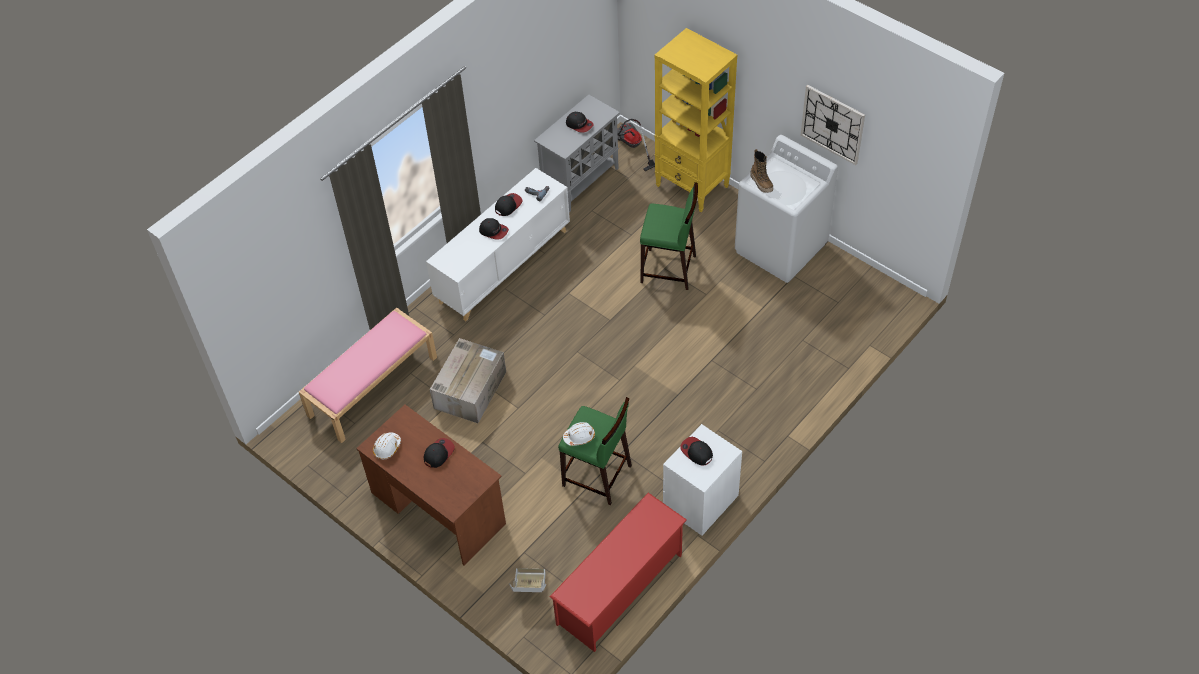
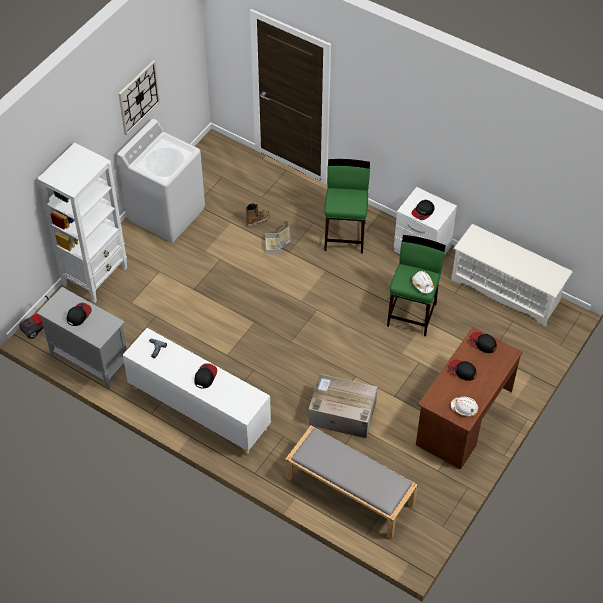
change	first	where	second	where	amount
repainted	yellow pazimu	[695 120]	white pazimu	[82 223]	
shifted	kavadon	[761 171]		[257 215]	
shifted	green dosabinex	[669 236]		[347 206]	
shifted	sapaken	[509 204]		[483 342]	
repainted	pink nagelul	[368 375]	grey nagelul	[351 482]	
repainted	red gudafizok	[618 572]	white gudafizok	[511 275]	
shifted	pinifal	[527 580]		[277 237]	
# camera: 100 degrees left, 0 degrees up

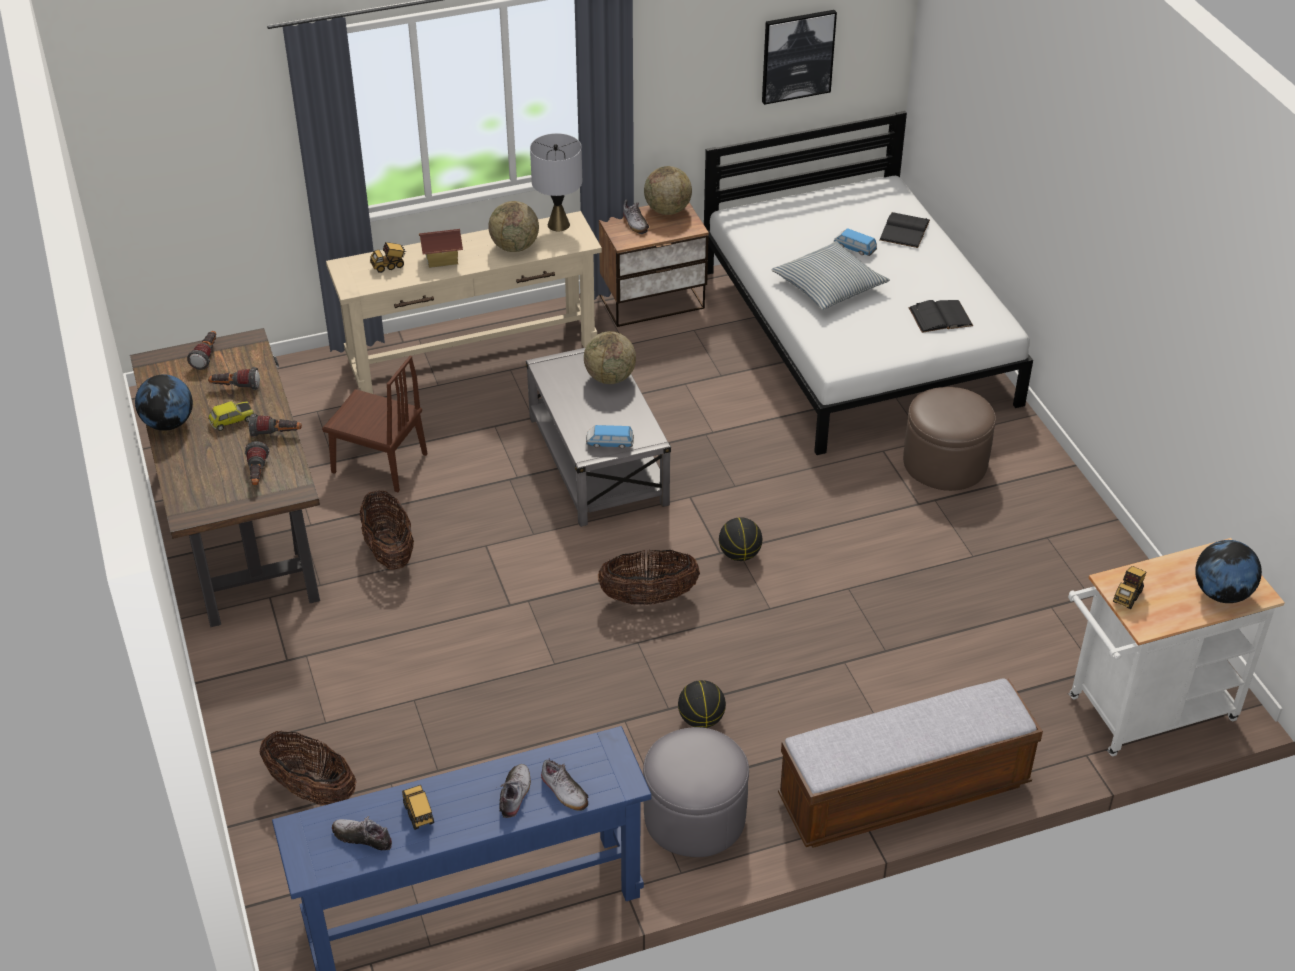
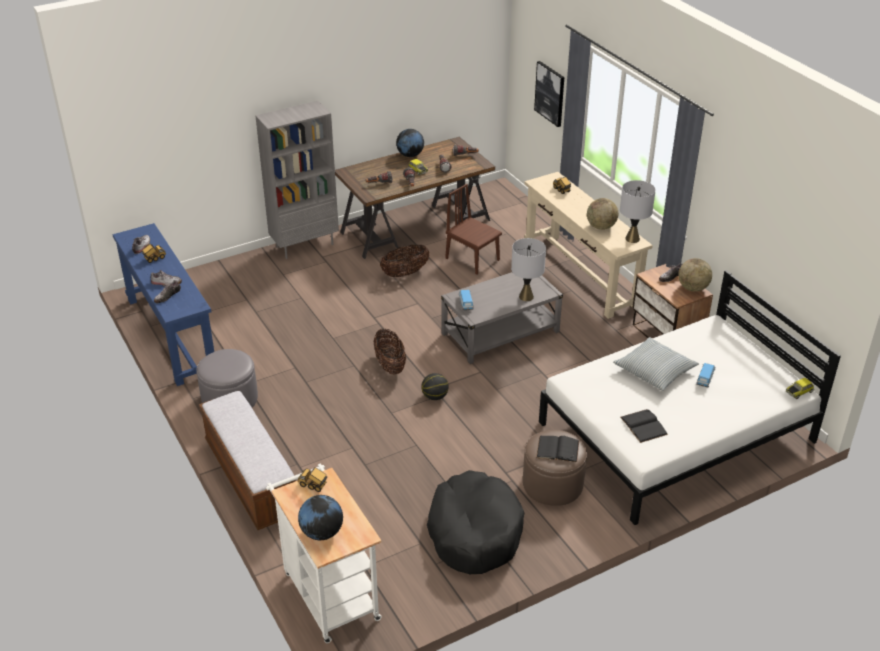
change	first	where	second	where	amount
shifted	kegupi	[799 57]		[549 94]	
shifted	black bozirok	[904 230]		[557 449]	
gone	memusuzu	[441 248]			
swapped	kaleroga	[610 357]	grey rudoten	[528 269]	
rotated	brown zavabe	[375 424]		[473 229]	120 degrees clockwise
gone	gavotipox	[702 704]			
gone	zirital	[308 768]			
new			grey pazimu	[297 180]	
new			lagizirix	[800 388]	
new			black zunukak	[475 522]	
# camera: 80 degrees right, 5 degrees down

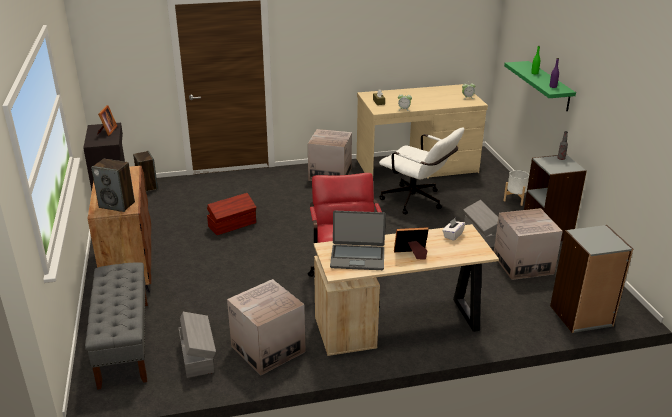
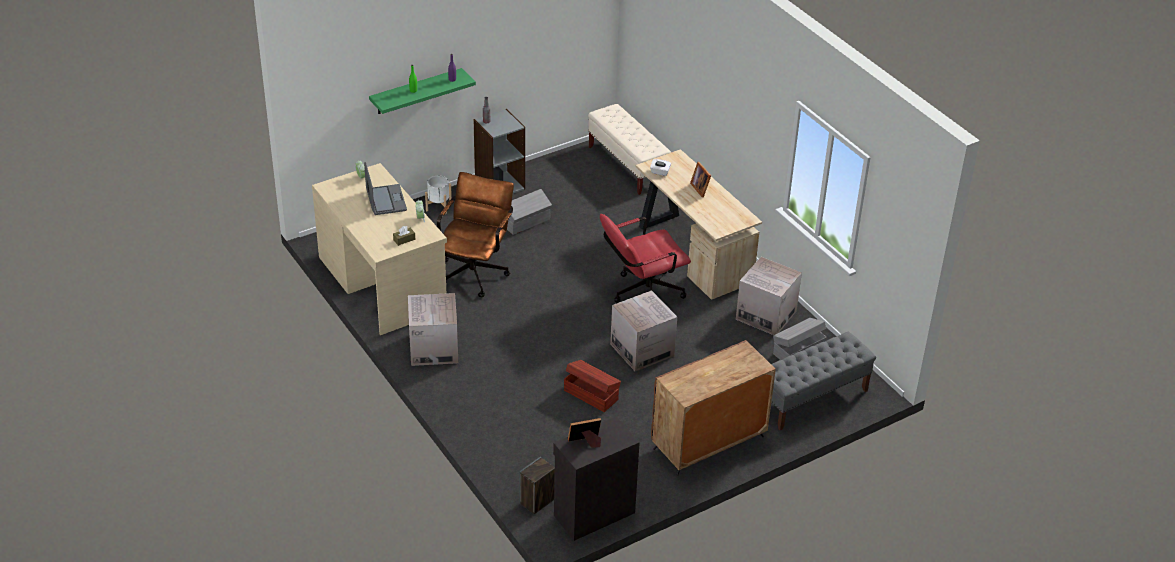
change	first	where	second	where	amount
repainted	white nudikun	[421 171]	brown nudikun	[475 234]	
gone	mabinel	[113 185]			
shifted	pinifal	[528 244]		[643 331]	
shifted	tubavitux	[358 240]		[385 188]	
swapped	grey pazimu	[591 279]	beige nagelul	[629 149]	
# camera: 110 degrees left, 10 degrees up

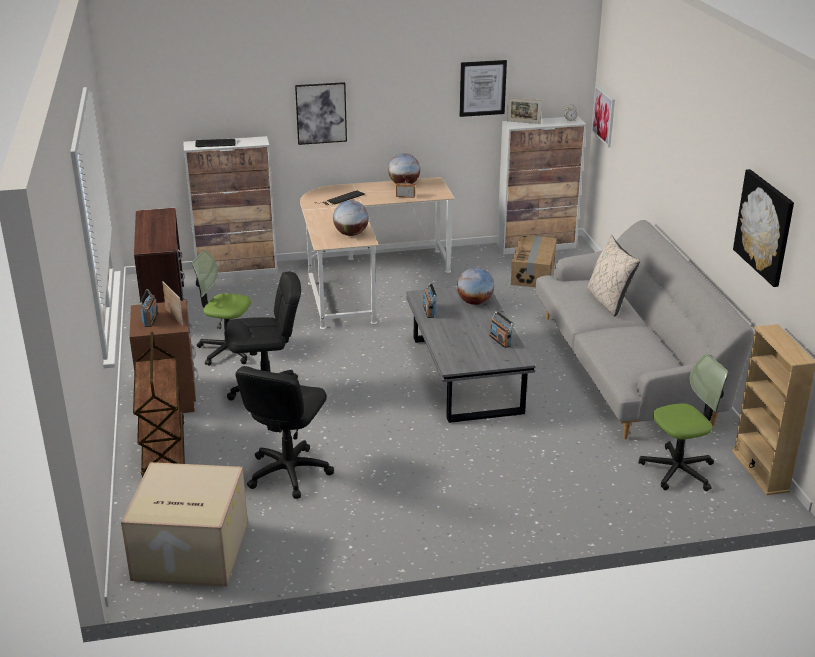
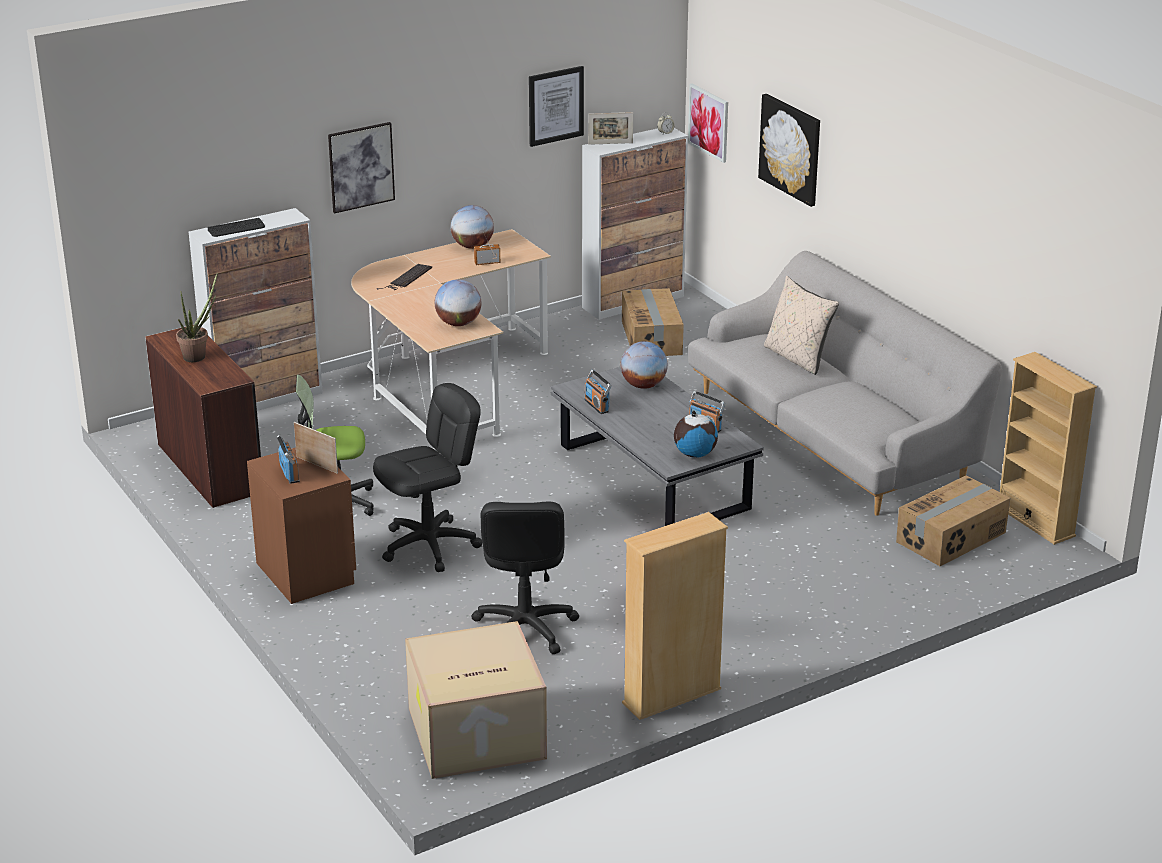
change	first	where	second	where	amount
shifted	kegupi	[763 228]		[789 150]	
gone	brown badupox	[159 405]			
swapped	nudikun	[683 422]	pinifal	[953 520]	
new			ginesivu	[196 318]	
new			kaleroga	[696 434]	
new			beige pazimu	[675 616]	
# camera: 20 degrees left, 0 degrees up

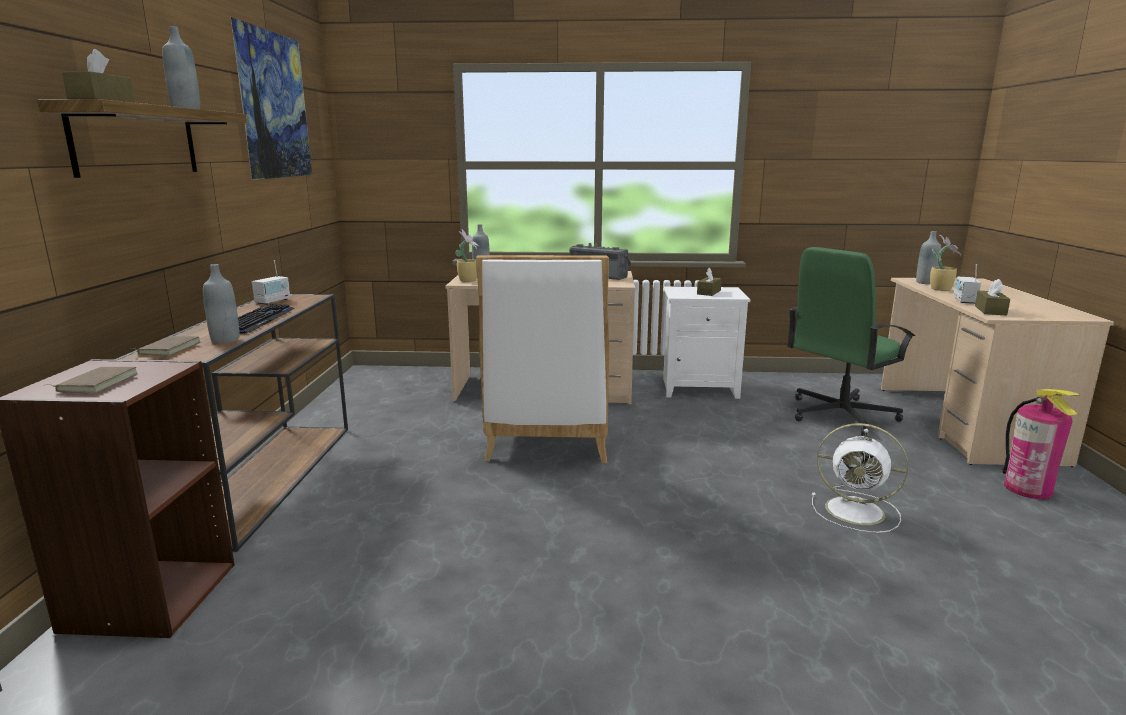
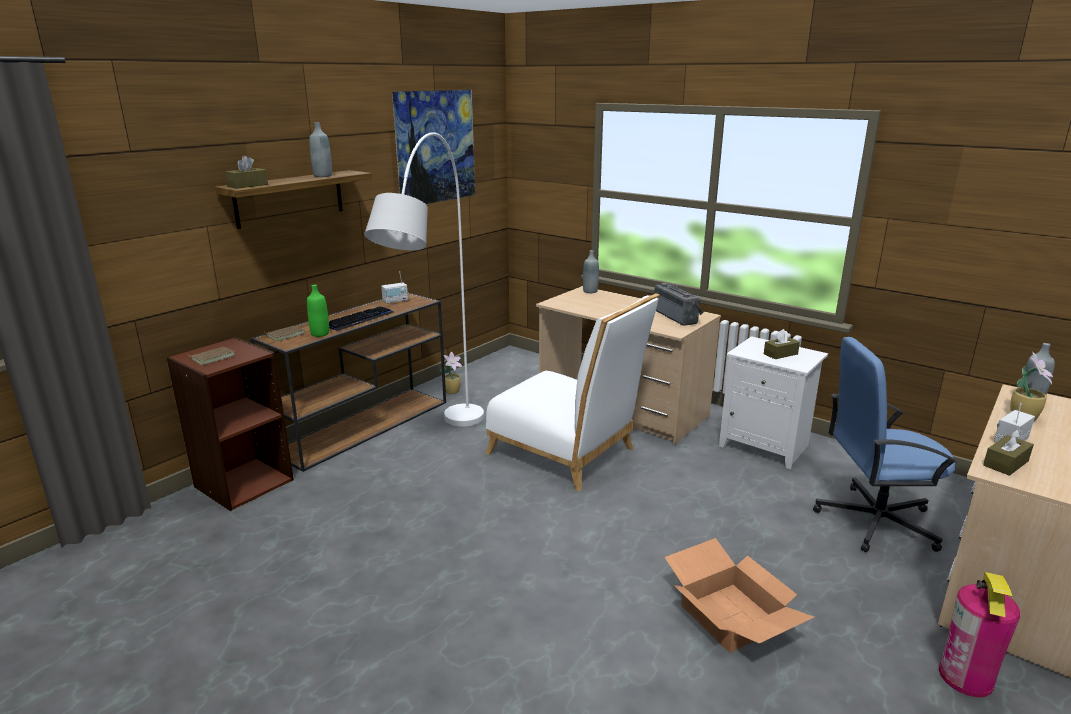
change	first	where	second	where	amount
shifted	ginesivu	[467 256]		[451 373]	
repainted	green nudikun	[851 341]	blue nudikun	[885 444]	
rotated	white zavabe	[542 359]		[572 392]	90 degrees counterclockwise
repainted	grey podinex	[221 303]	green podinex	[318 311]	
swapped	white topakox	[860 478]	pinifal	[739 595]	
new			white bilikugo	[424 279]	
# camera: 35 degrees right, 5 degrees up

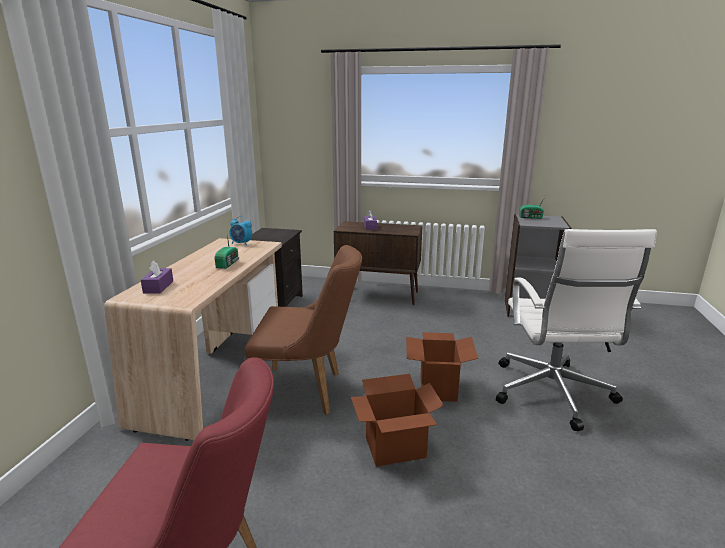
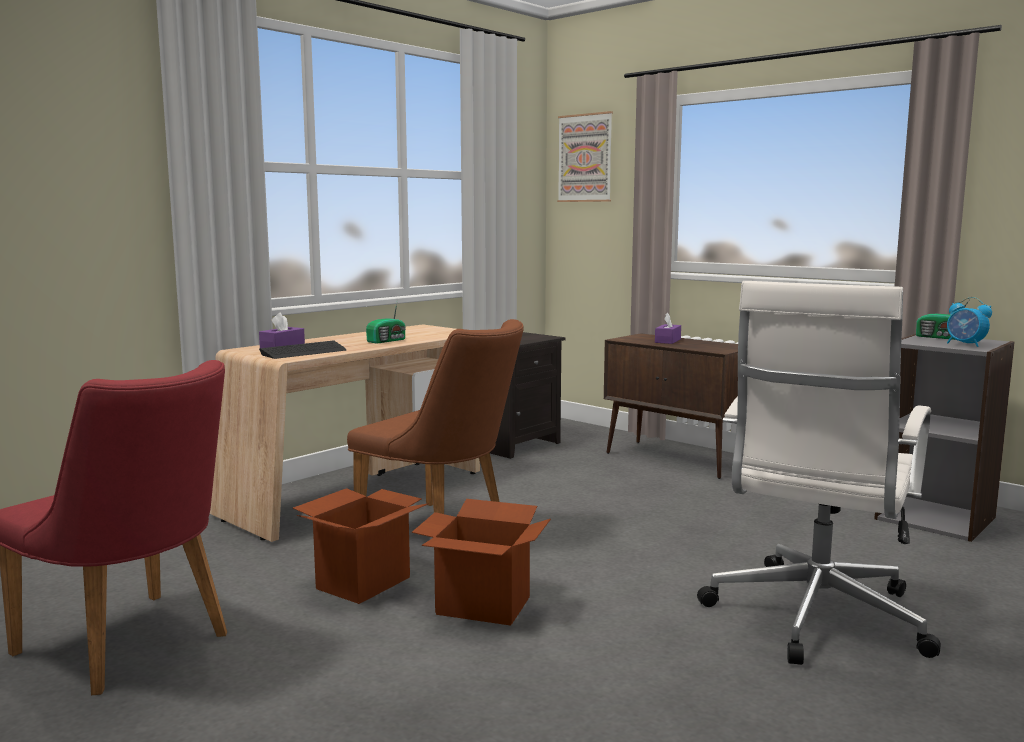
change	first	where	second	where	amount
shifted	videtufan	[240 231]		[969 322]	
shifted	pinifal	[442 367]		[361 546]	
new			kegupi	[585 156]	
new			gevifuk	[303 349]	
# camera: 30 degrees right, 10 degrees down

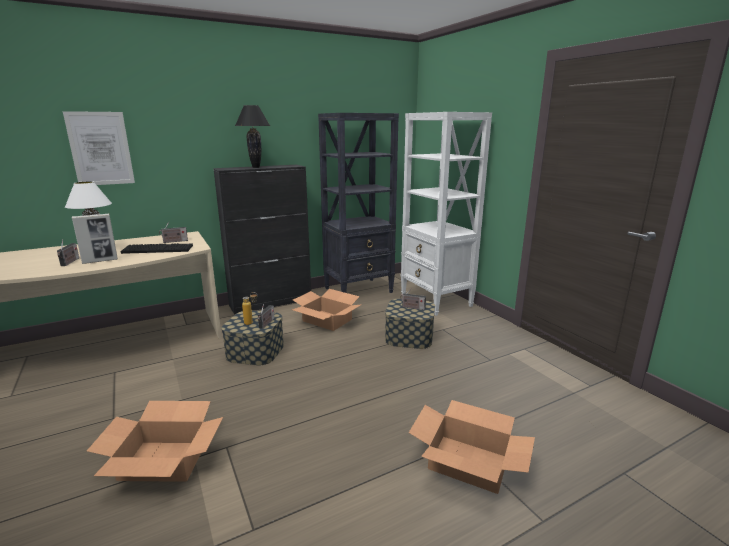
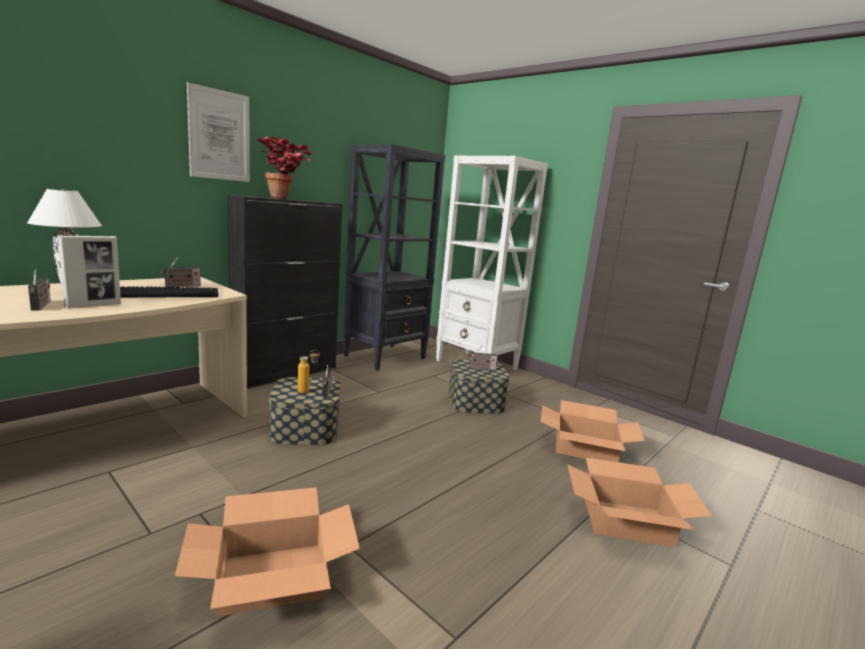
change	first	where	second	where	amount
swapped	black rudoten	[252 136]	ginesivu	[283 167]	
shifted	kegupi	[99 148]		[218 132]	
shifted	pinifal	[327 310]		[593 431]	
# camera: 20 degrees left, 5 degrees down

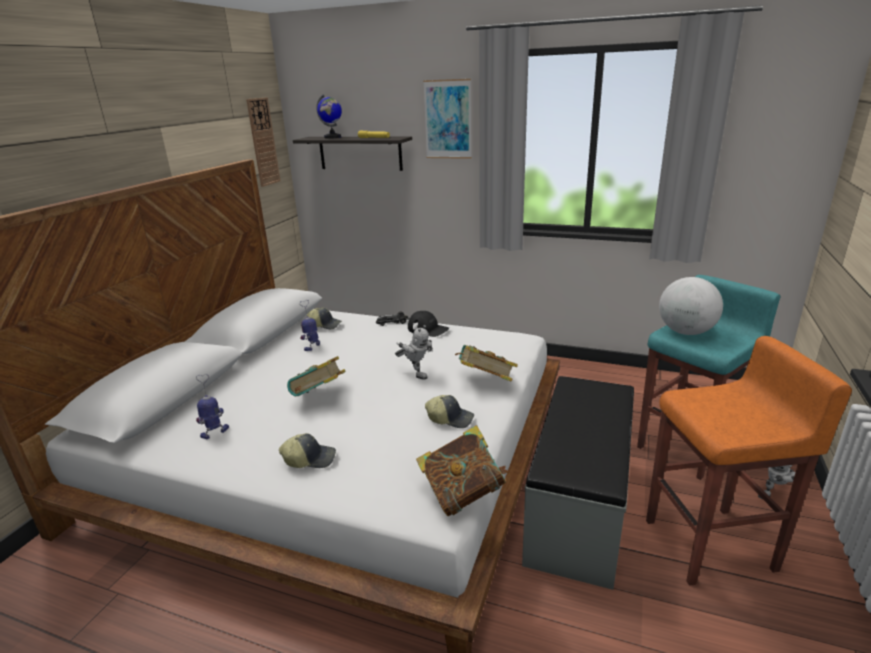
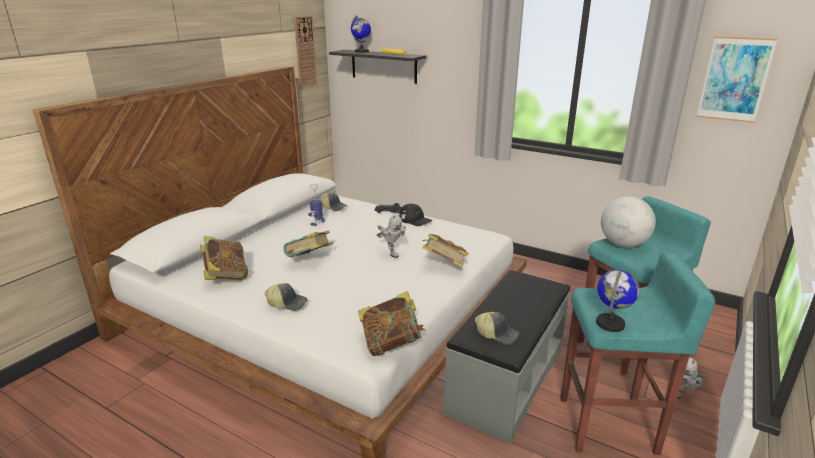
change	first	where	second	where	amount
shifted	kegupi	[447 119]		[736 79]	
repainted	orange dosabinex	[749 461]	turquoise dosabinex	[637 353]	
swapped	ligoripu	[212 406]	bozirok	[224 258]	
shifted	sapaken	[449 411]		[497 328]	
new			kaleroga	[617 300]	
# camera: 10 degrees right, 0 degrees up

